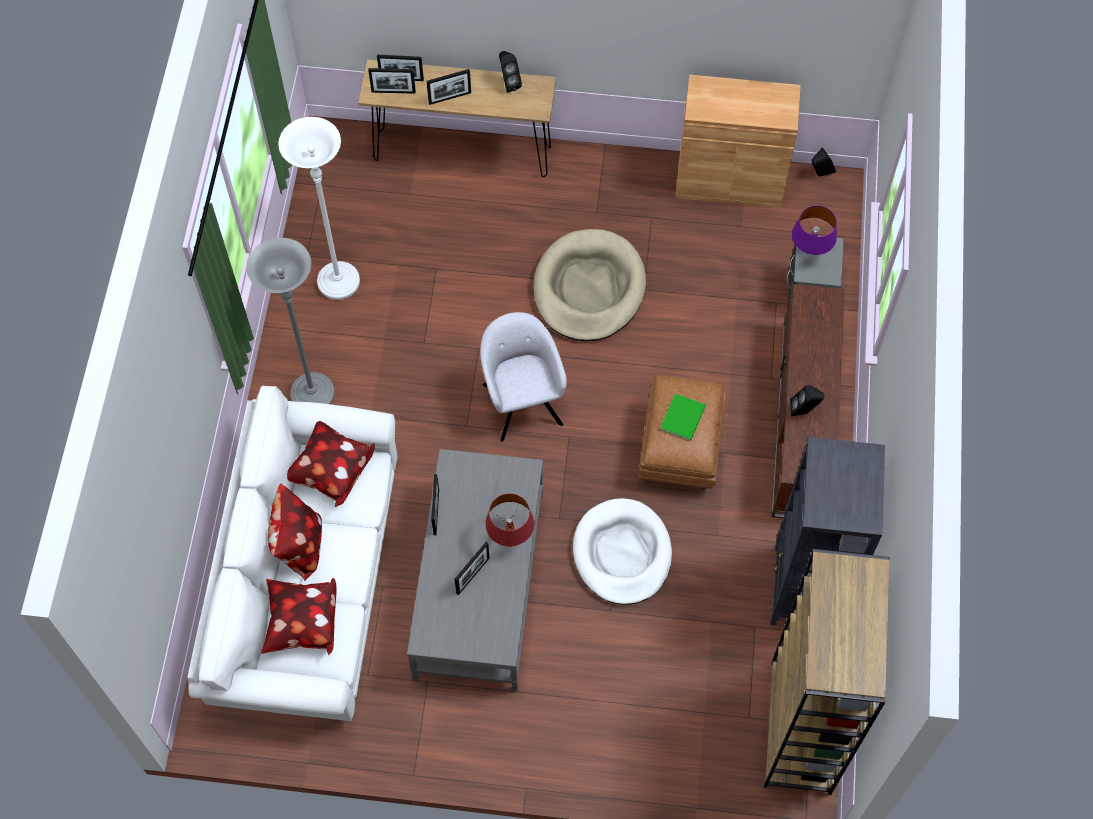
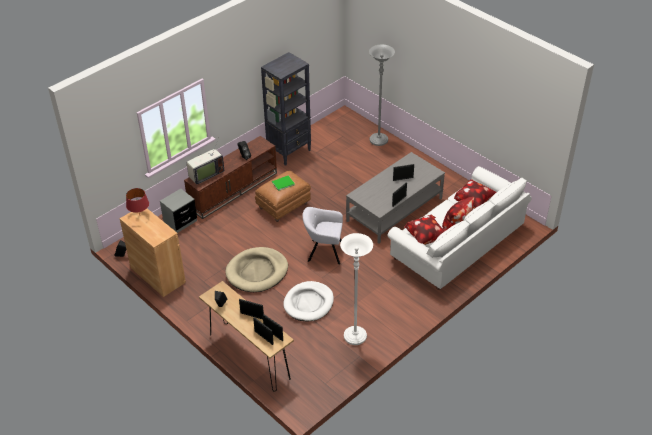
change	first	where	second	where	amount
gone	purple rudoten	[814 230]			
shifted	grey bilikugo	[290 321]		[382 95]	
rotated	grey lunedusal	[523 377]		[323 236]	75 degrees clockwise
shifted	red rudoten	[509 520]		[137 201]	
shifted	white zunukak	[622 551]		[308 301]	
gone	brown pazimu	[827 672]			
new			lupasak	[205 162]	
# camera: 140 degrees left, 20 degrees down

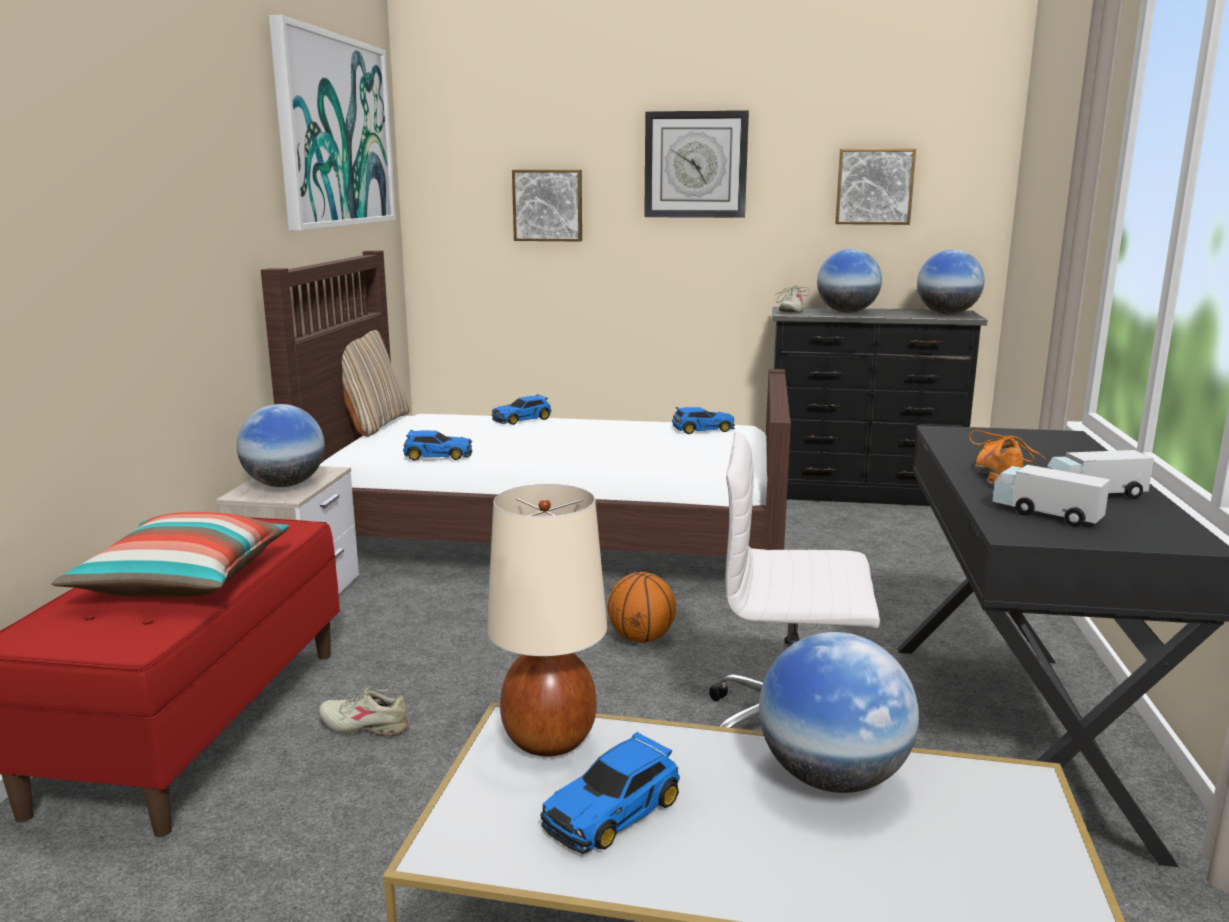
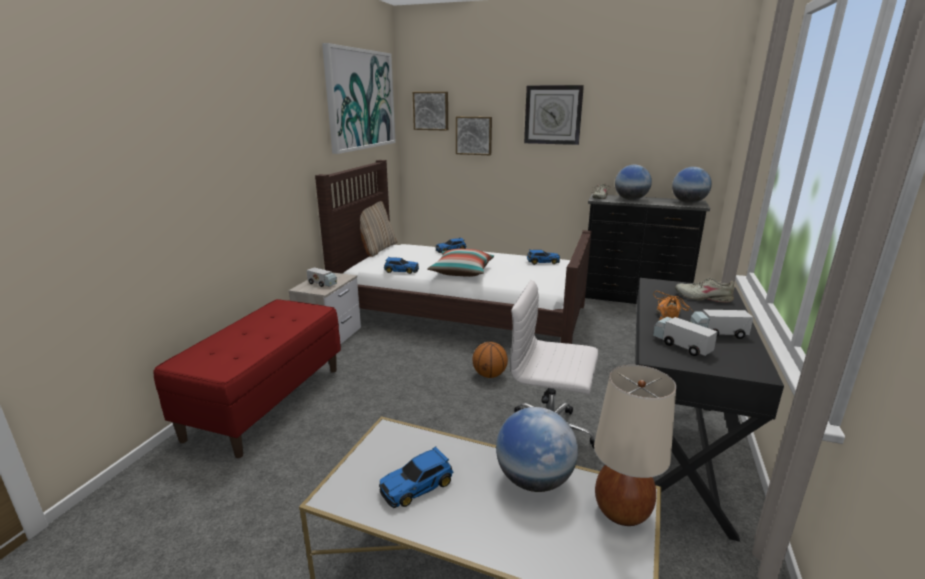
change	first	where	second	where	amount
shifted	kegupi	[875 187]		[430 111]	
swapped	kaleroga	[281 445]	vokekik	[322 277]	
shifted	beige rudoten	[547 620]		[635 445]	
shifted	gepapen	[170 554]		[460 263]	
shifted	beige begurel	[364 711]		[704 290]	
# camera: 10 degrees right, 5 degrees up

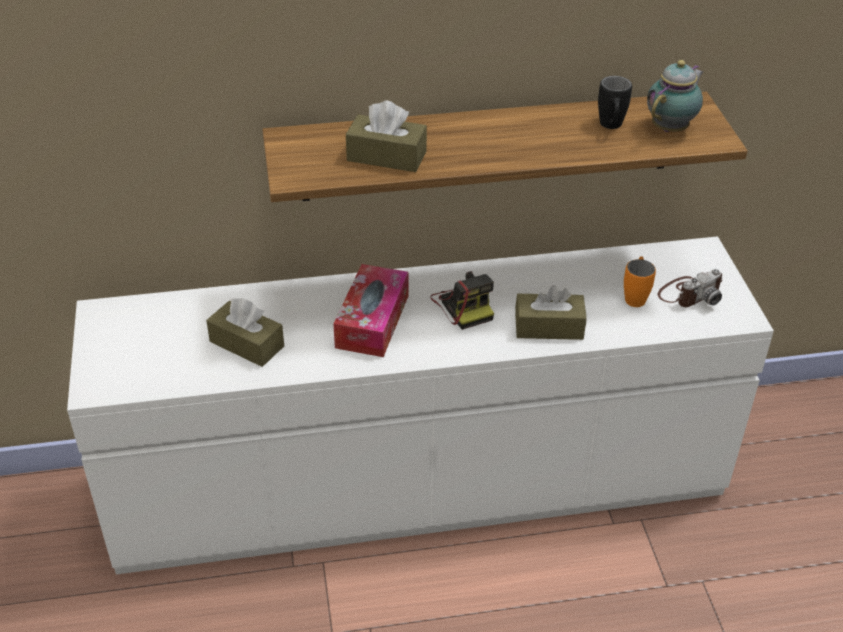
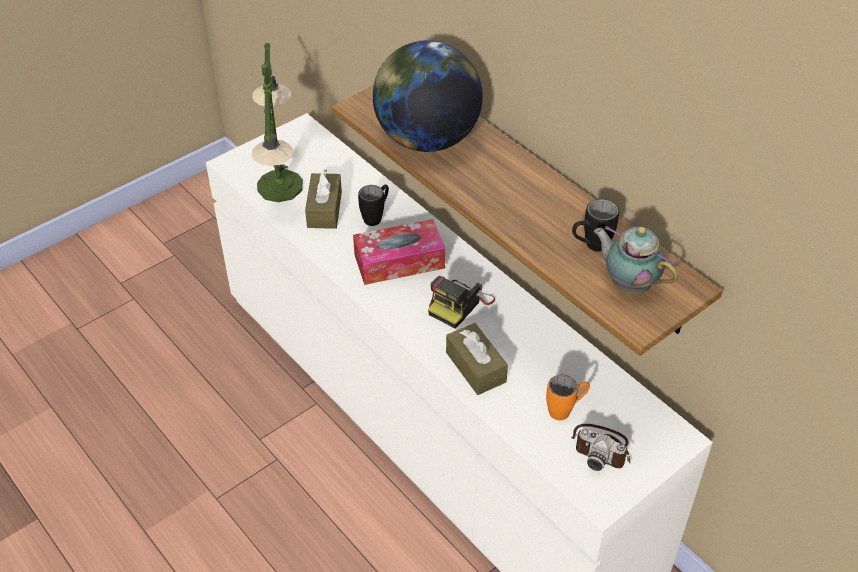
change	first	where	second	where	amount
rotated	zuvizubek	[675 96]		[636 260]	150 degrees counterclockwise
swapped	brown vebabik	[386 136]	kaleroga	[428 96]	
new			rudoten	[277 122]	
new			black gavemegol	[373 205]	
# camera: 60 degrees right, 5 degrees up

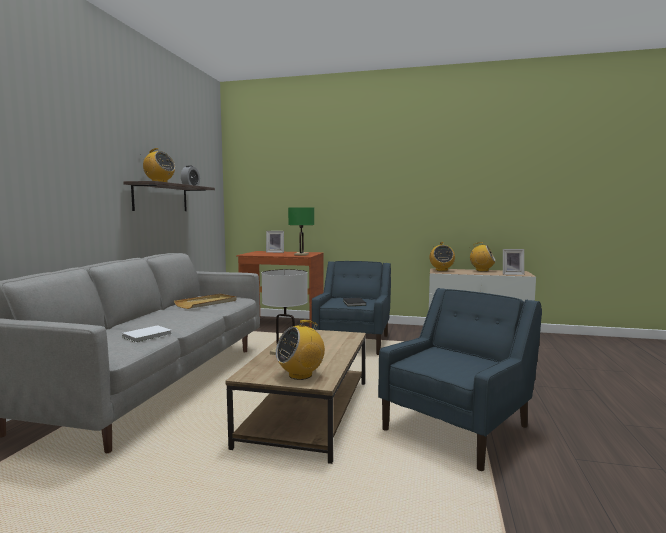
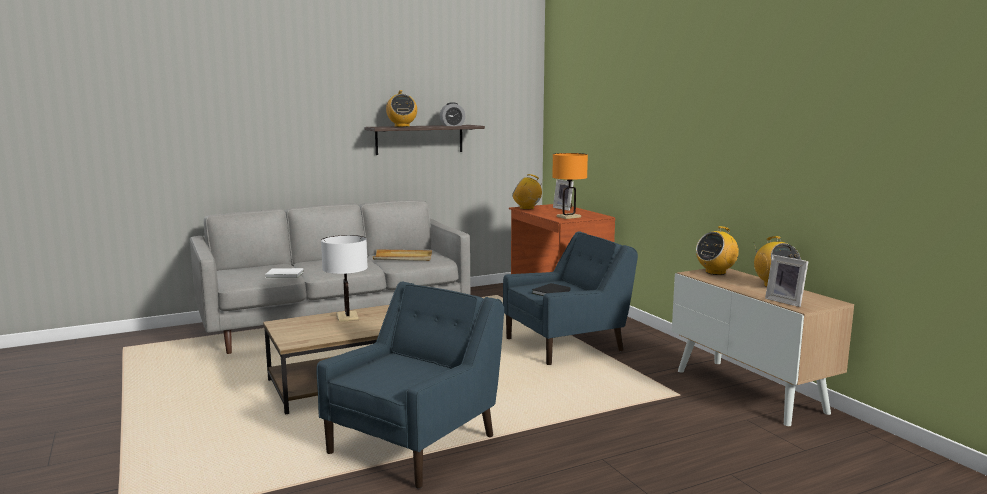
change	first	where	second	where	amount
repainted	green rudoten	[301 231]	orange rudoten	[570 186]	
rotated	blue lunedusal	[460 379]		[410 384]	60 degrees counterclockwise
shifted	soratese	[300 350]		[527 192]	
# camera: 50 degrees right, 5 degrees up

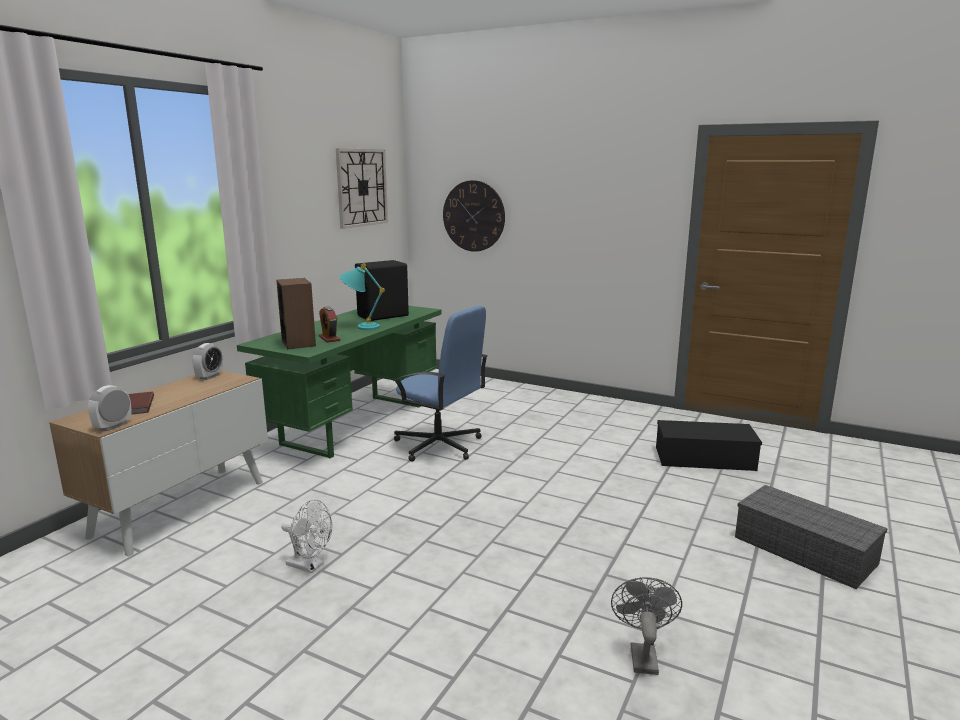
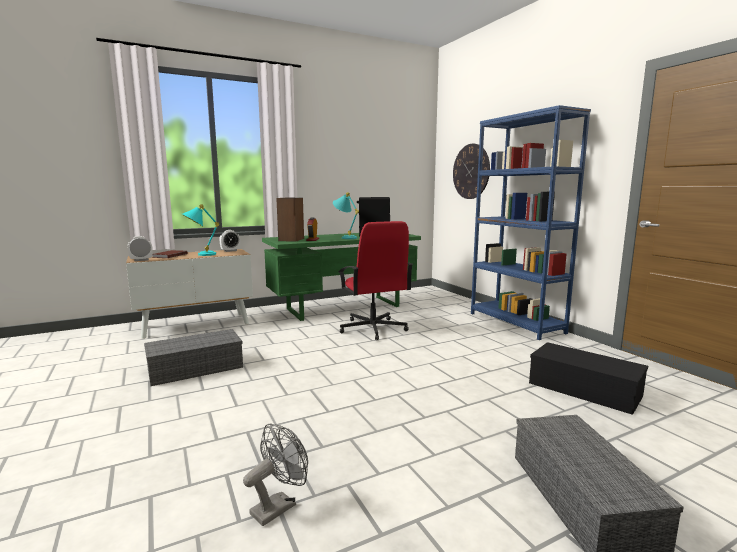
change	first	where	second	where	amount
gone	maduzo	[362 188]			
repainted	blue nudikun	[440 384]	red nudikun	[376 280]	
swapped	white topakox	[306 536]	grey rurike	[193 357]	
new			blue pazimu	[531 222]	
new			turquoise rudoten	[201 230]	
# camera: 35 degrees right, 5 degrees down

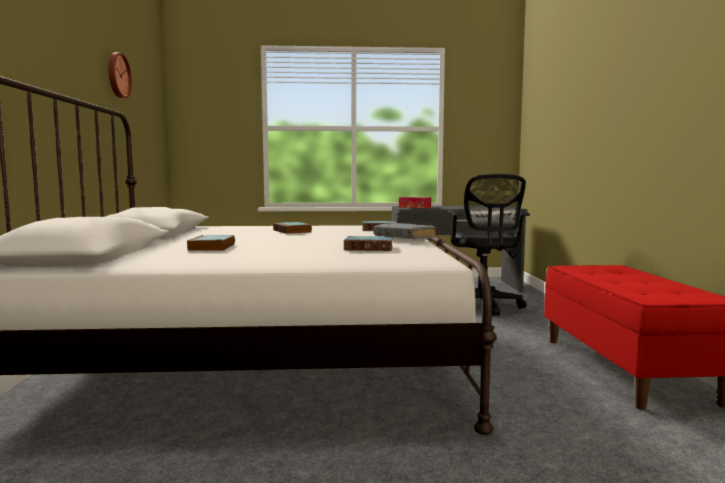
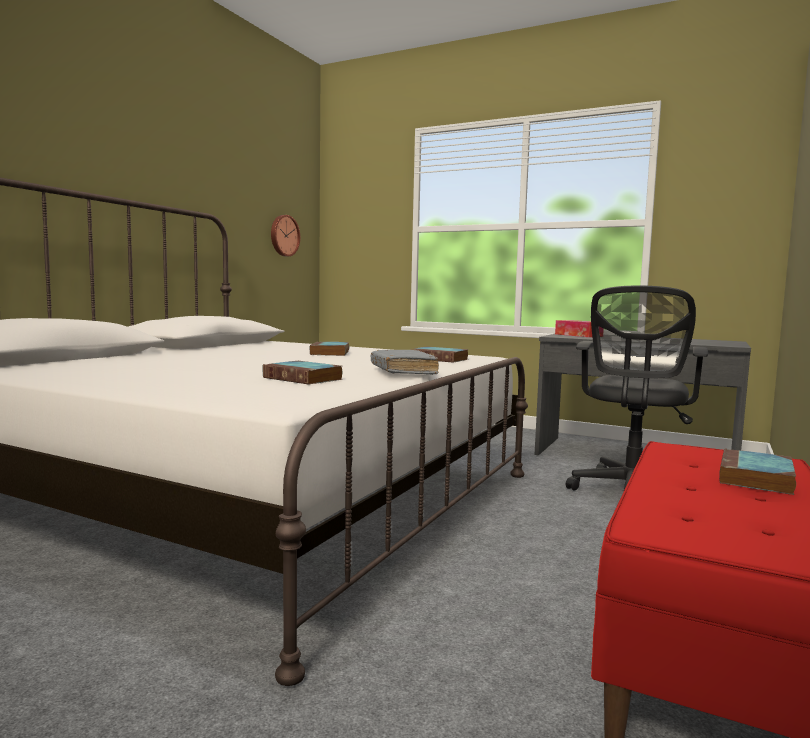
change	first	where	second	where	amount
shifted	maduzo	[120 75]		[285 235]	
shifted	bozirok	[211 243]		[757 471]	
# camera: 30 degrees right, 0 degrees up

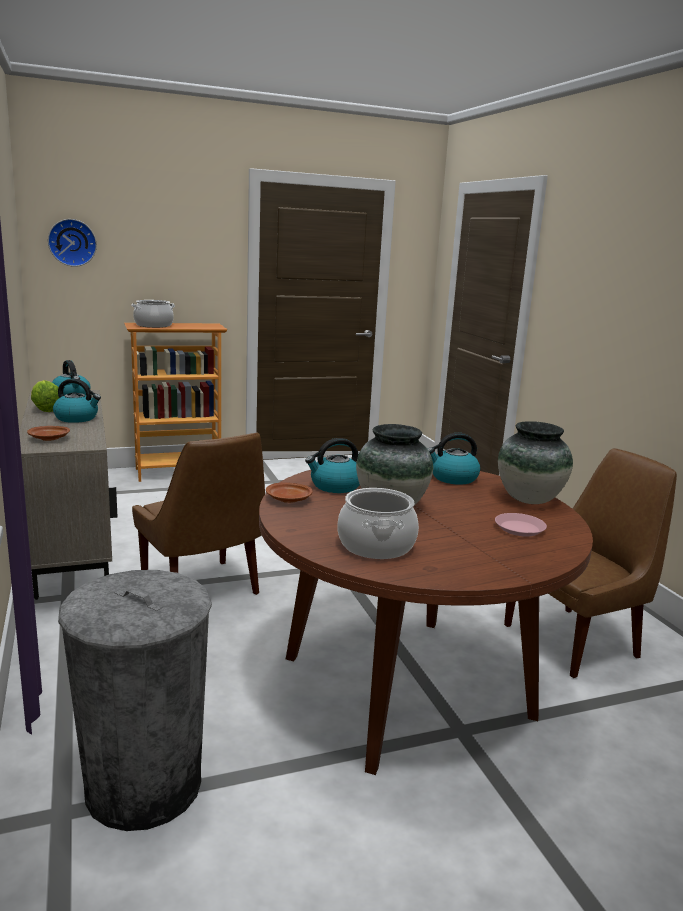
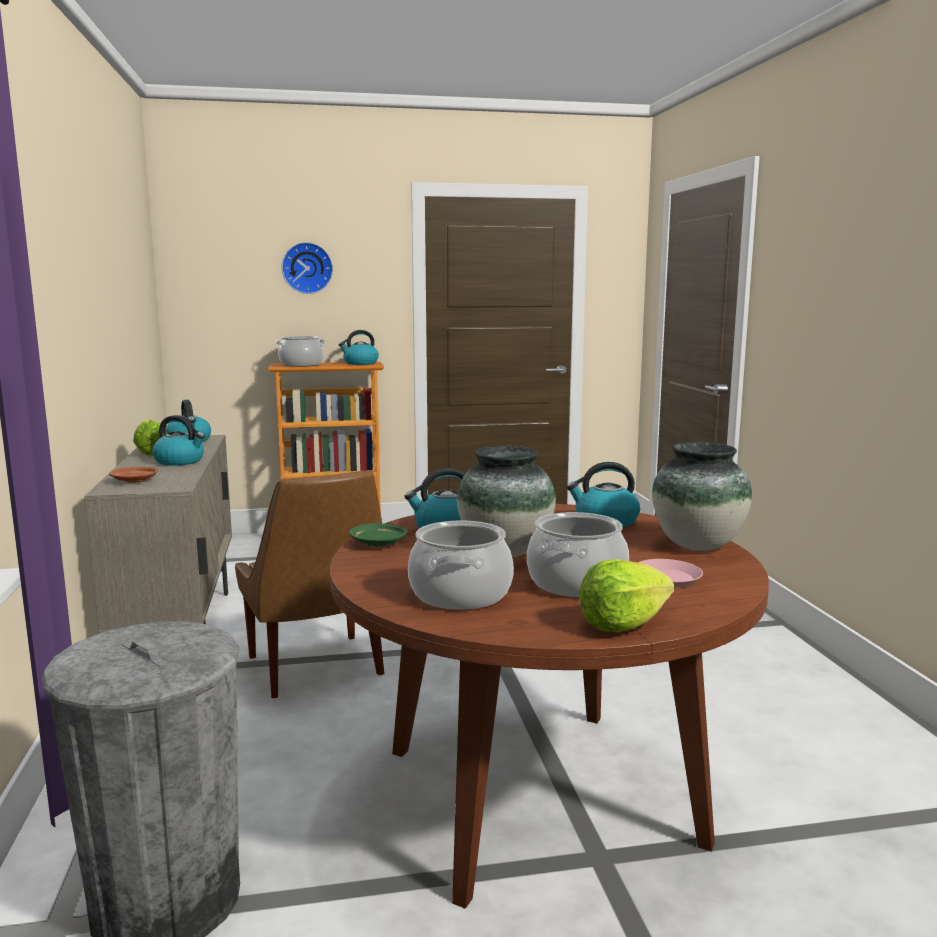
change	first	where	second	where	amount
shifted	maduzo	[72 243]		[307 268]	
gone	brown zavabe	[590 563]			
repainted	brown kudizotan	[289 492]	green kudizotan	[378 534]	
new			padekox	[359 347]	
new			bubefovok	[578 554]	
new			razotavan	[626 595]	
# camera: 10 degrees right, 5 degrees down

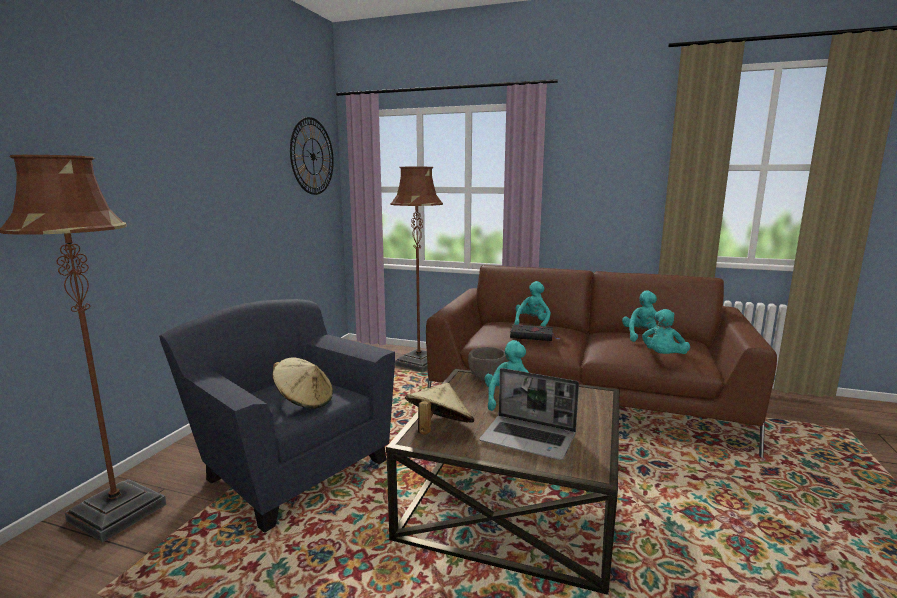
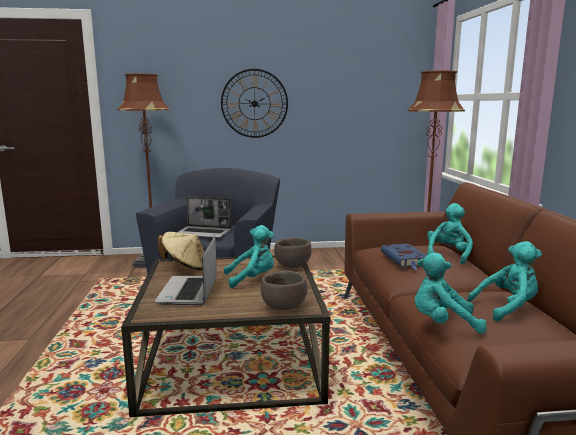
change	first	where	second	where	amount
shifted	maduzo	[312 156]		[254 103]	
rotated	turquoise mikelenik	[532 304]		[450 233]	60 degrees counterclockwise
repainted	black bozirok	[535 333]	blue bozirok	[404 257]	
swapped	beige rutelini	[302 383]	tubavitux	[204 217]	
new			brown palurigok	[283 290]	
# camera: 65 degrees right, 0 degrees up

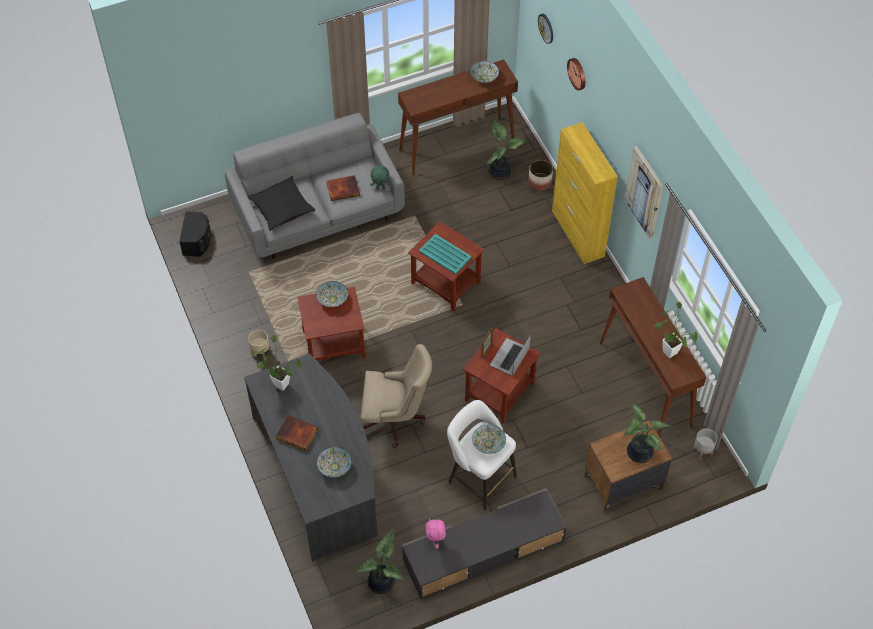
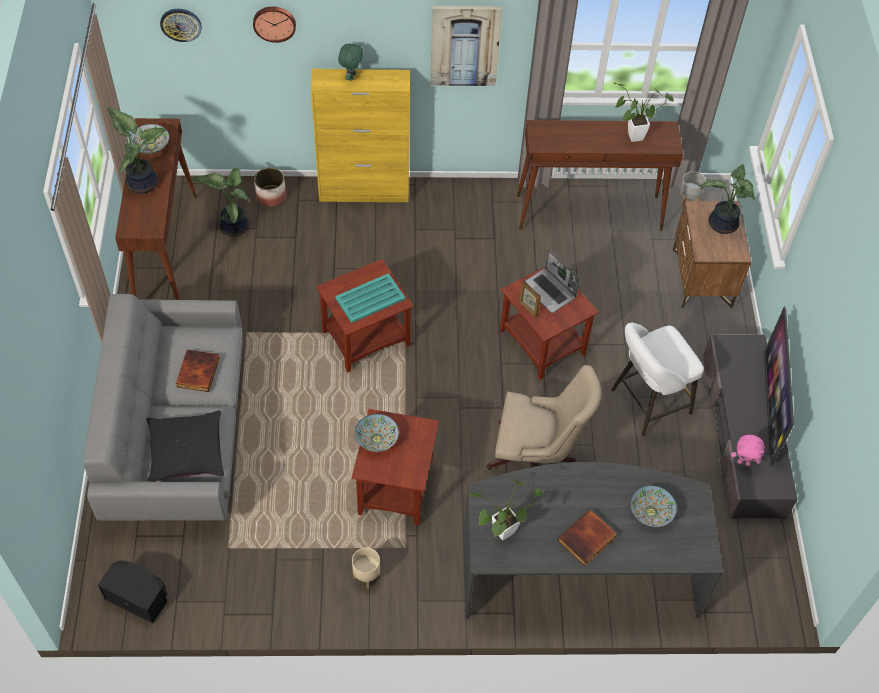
change	first	where	second	where	amount
shifted	green mikelenik	[380 177]		[350 62]	
rotated	beige nudikun	[396 396]		[543 417]	75 degrees clockwise
gone	palurigok	[489 439]			
shifted	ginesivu	[380 561]		[136 150]	
new			lupasak	[779 387]	
# camera: 70 degrees left, 0 degrees up

